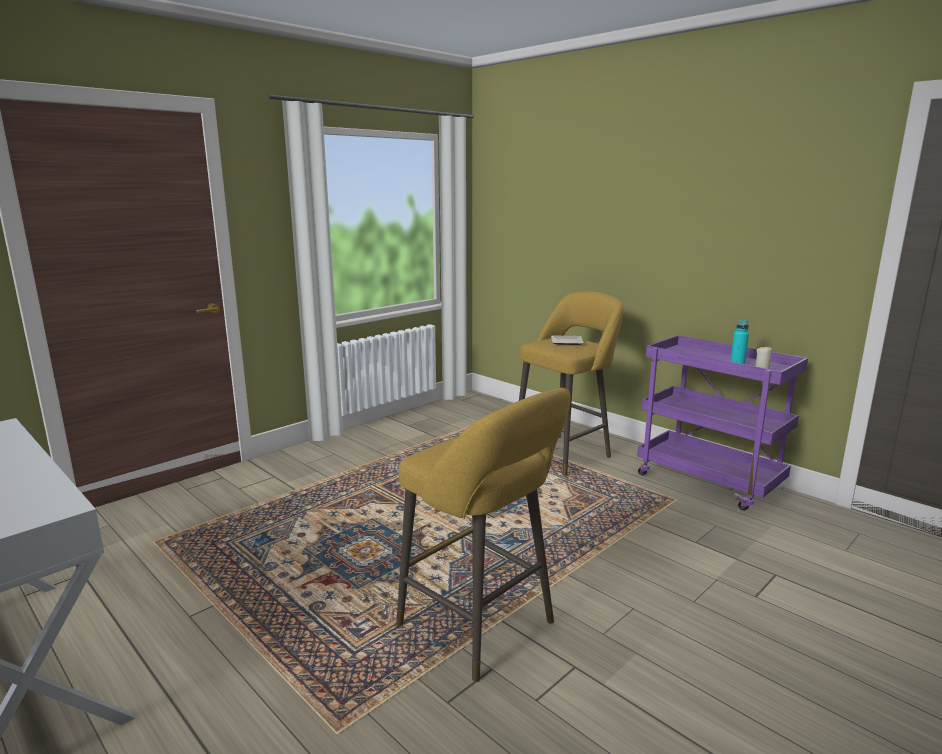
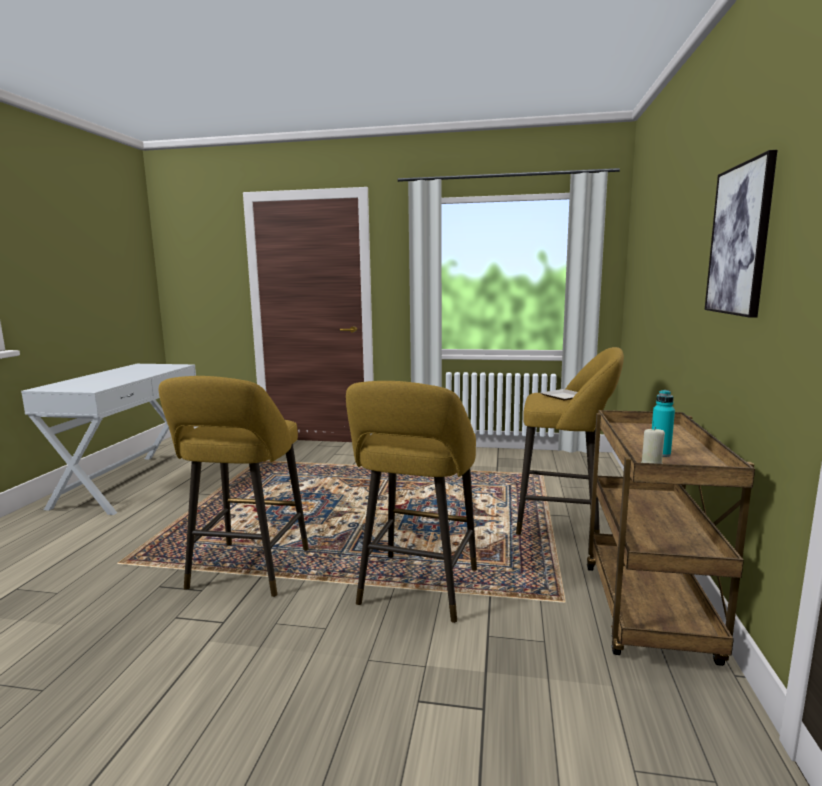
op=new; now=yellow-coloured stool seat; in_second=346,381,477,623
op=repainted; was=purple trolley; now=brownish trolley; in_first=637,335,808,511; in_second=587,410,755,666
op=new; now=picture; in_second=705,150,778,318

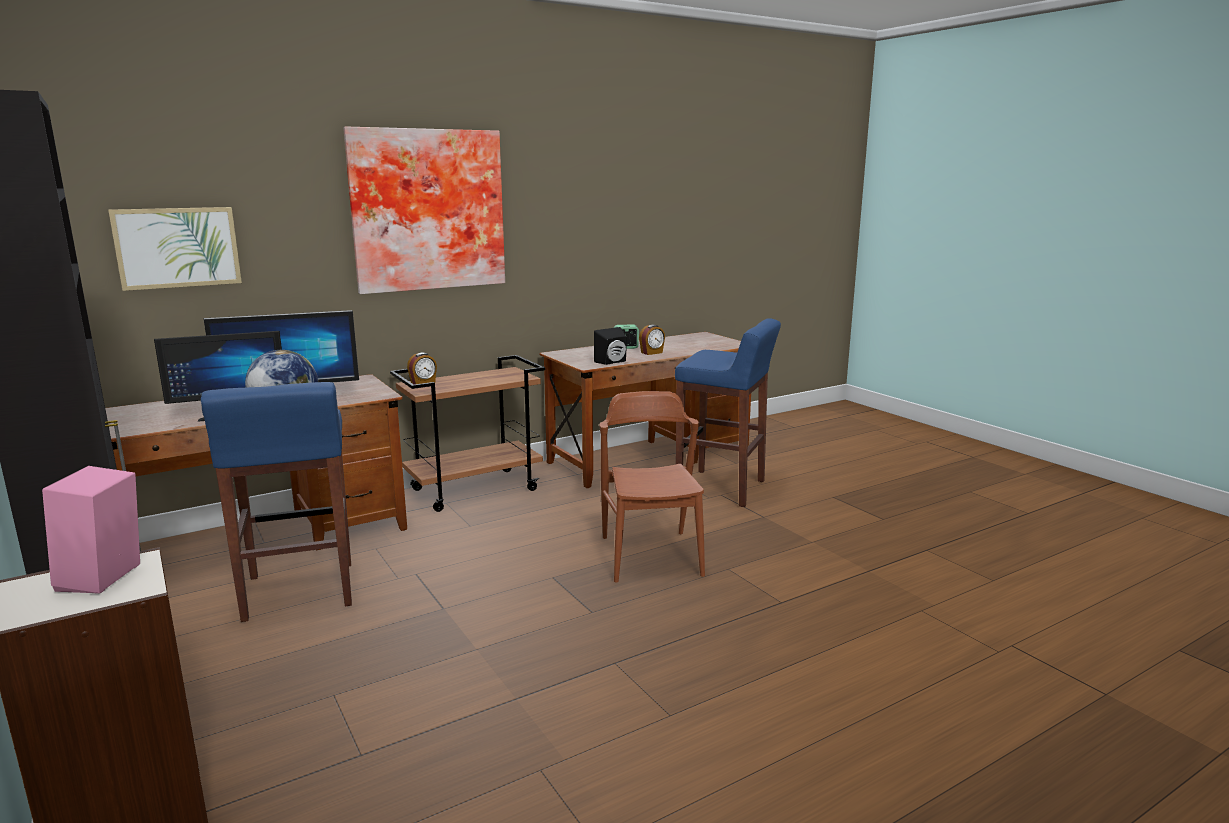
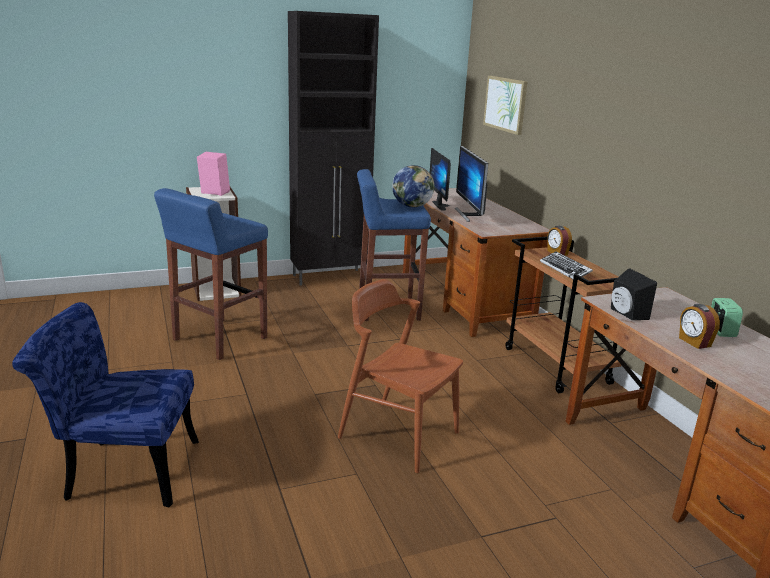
op=new; now=blue plain chair; in_second=12,302,199,507
op=shifted; was=blue stool seat; in_first=675,318,781,507; in_second=154,188,268,360
op=rotated; was=brownish plain chair; in_first=599,391,705,583; in_second=338,279,463,473; clockwise=-150
op=new; now=computer keyboard; in_second=540,251,593,279
op=gone; was=picture; in_first=343,126,505,294

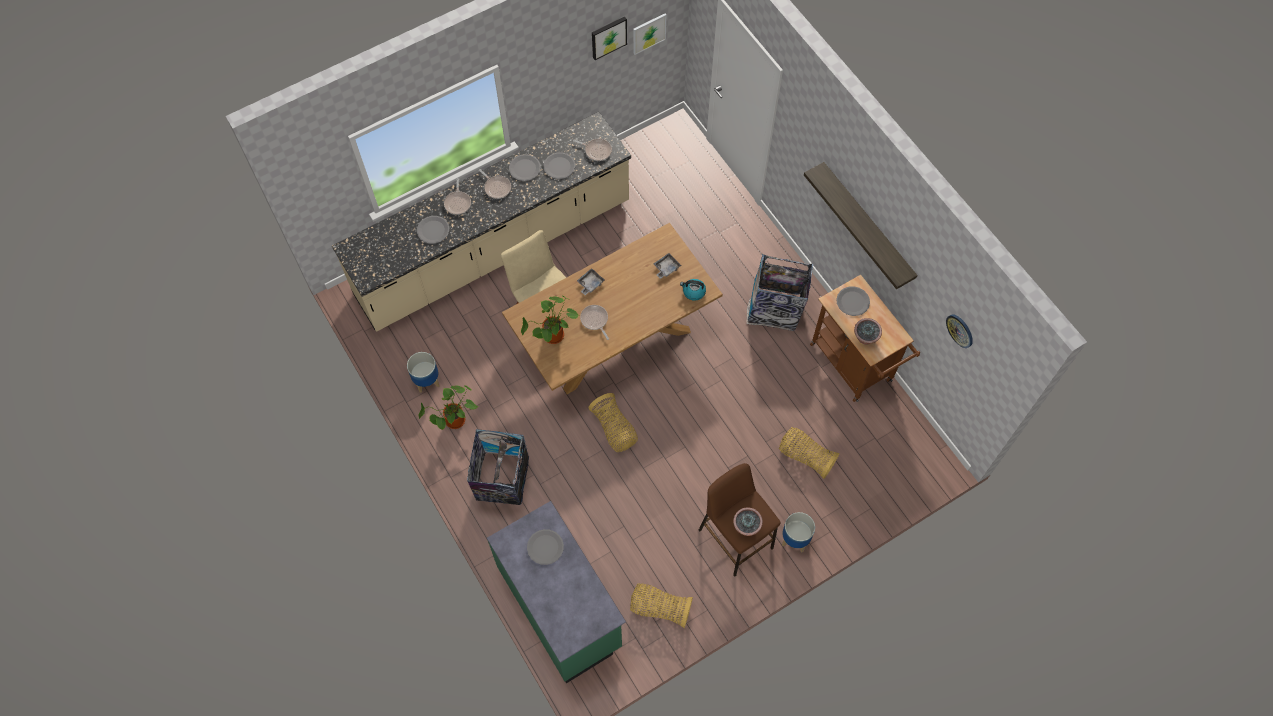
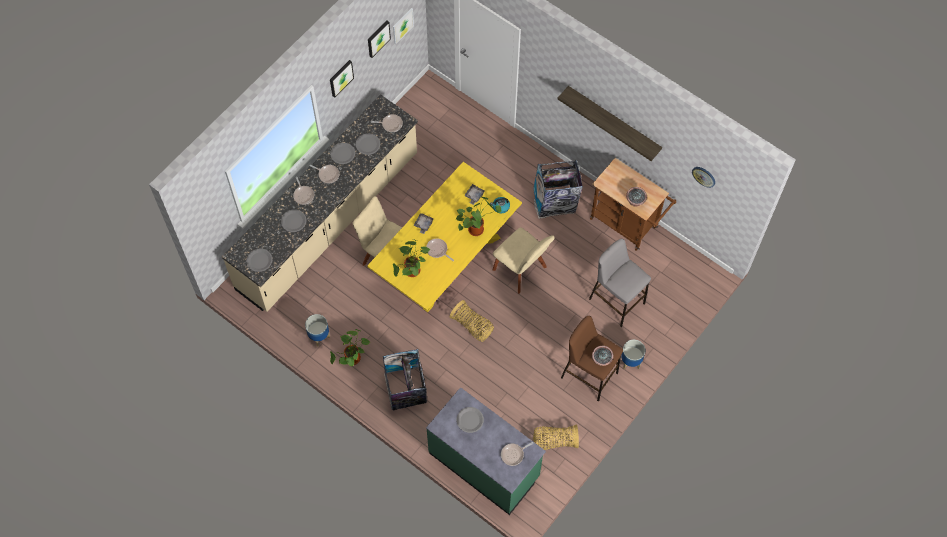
op=shifted; was=grey dinner plate; in_first=836,286,870,316; in_second=247,249,272,272
op=new; now=picture; in_second=330,60,354,98
op=repainted; was=brownish kitchen table; now=yellow-coloured kitchen table; in_first=502,223,723,394; in_second=367,162,522,312
op=new; now=potted plant; in_second=456,196,501,236
op=new; now=beige plain chair; in_second=492,228,554,294
op=new; now=pan; in_second=501,442,533,466
op=swapped; was=basket; now=grey stool seat; in_first=779,427,840,479; in_second=589,239,651,327

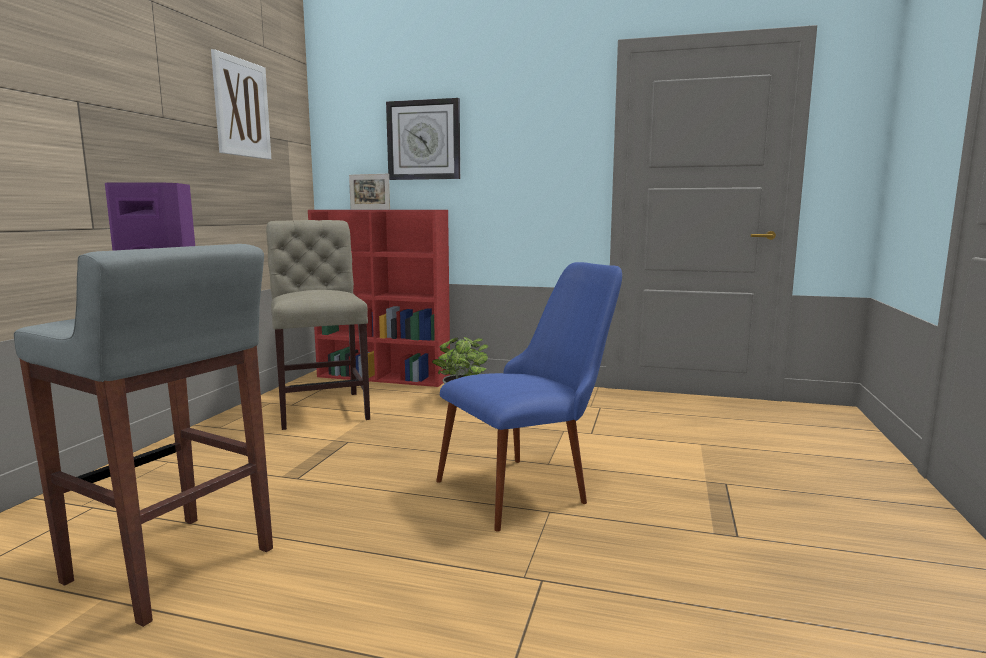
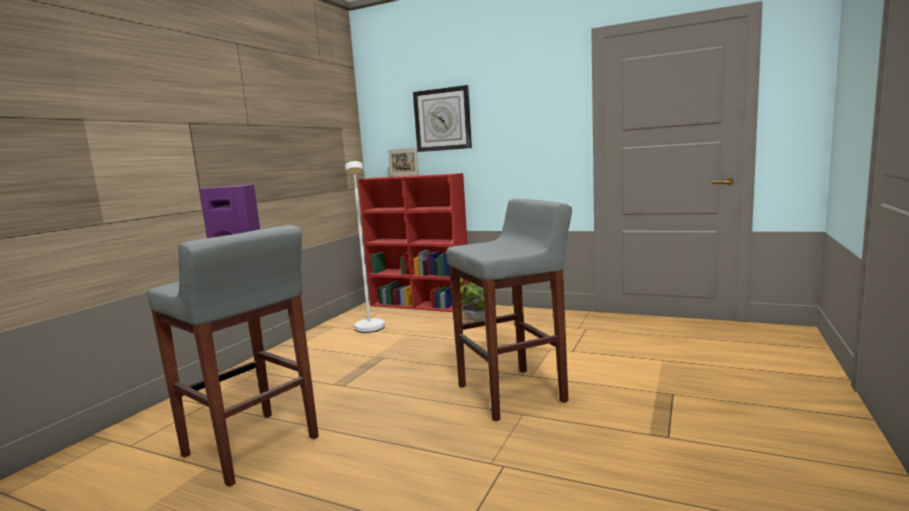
op=swapped; was=beige plain chair; now=white standing lamp; in_first=266,220,370,430; in_second=345,161,385,333
op=swapped; was=blue plain chair; now=grey stool seat; in_first=436,262,622,532; in_second=446,199,572,421
op=gone; was=picture; in_first=211,49,271,159

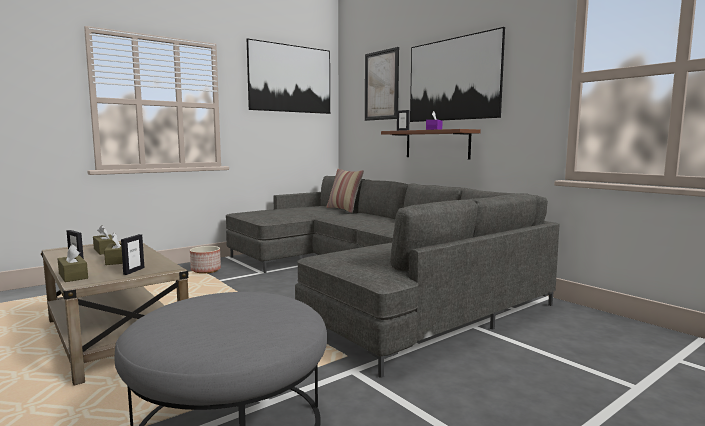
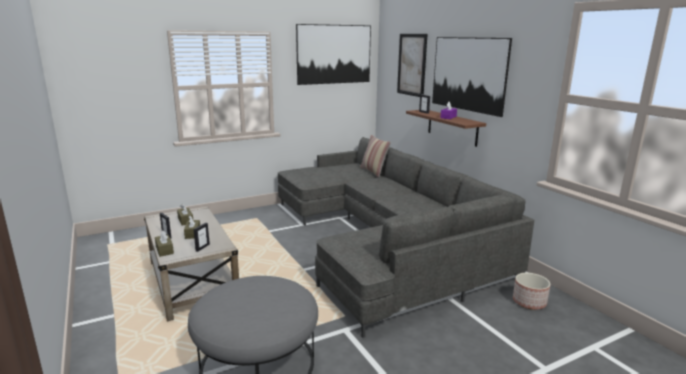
op=shifted; was=flower pot; in_first=190,246,221,273; in_second=513,273,550,310

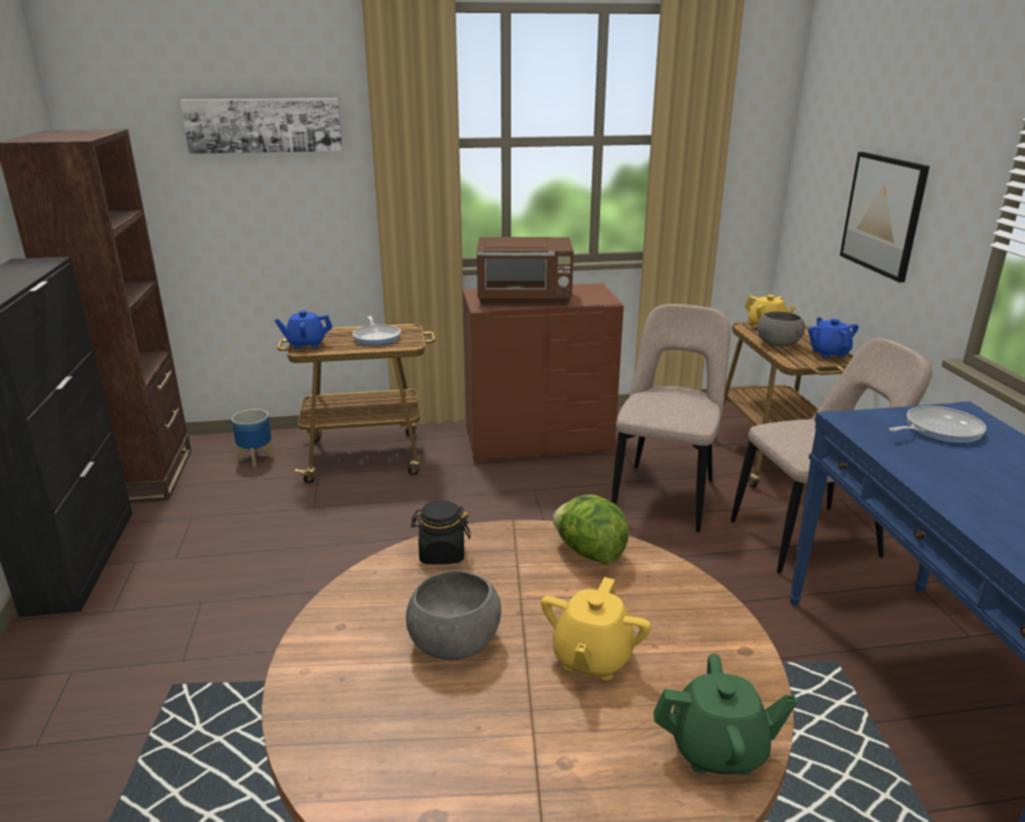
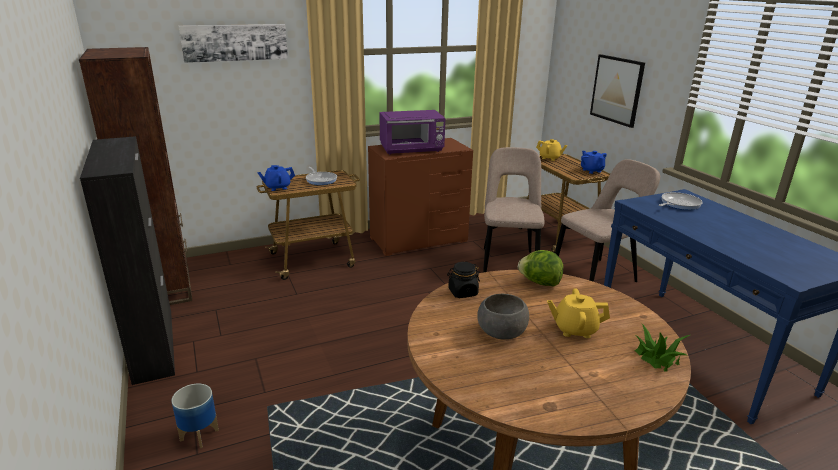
op=shifted; was=flower pot; in_first=231,409,274,467; in_second=171,384,219,448
op=repainted; was=brownish microwave; now=purple microwave; in_first=476,237,574,305; in_second=379,110,445,155
op=rotated; was=yellow-coloured tea pot; in_first=541,577,651,680; in_second=547,288,610,338; clockwise=90
op=swapped; was=green-coloured tea pot; now=potted plant; in_first=653,654,798,775; in_second=635,324,690,372
op=gone; was=grey serving bowl; in_first=757,311,805,347

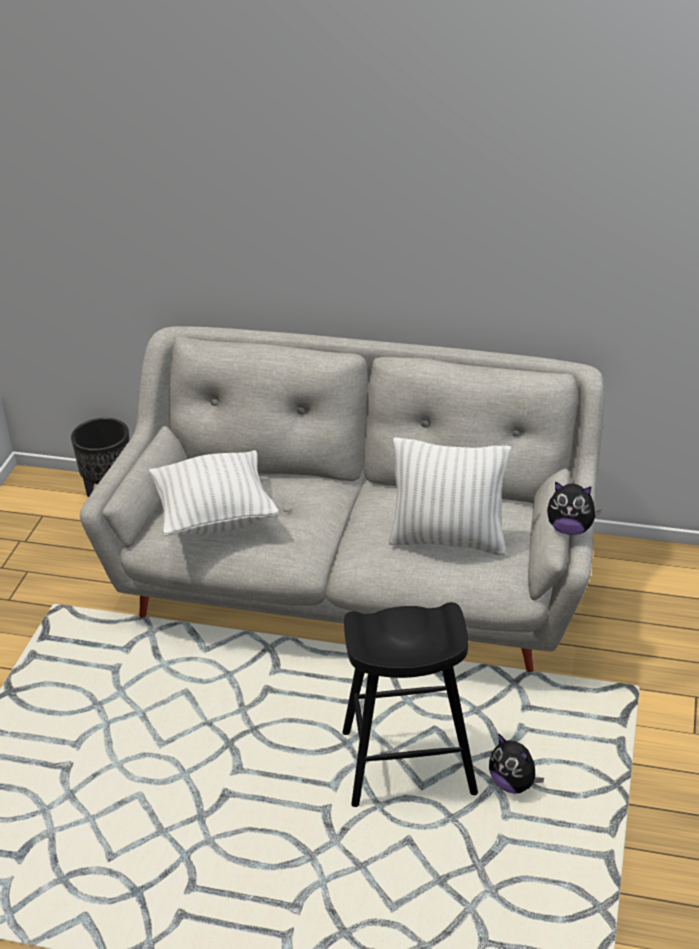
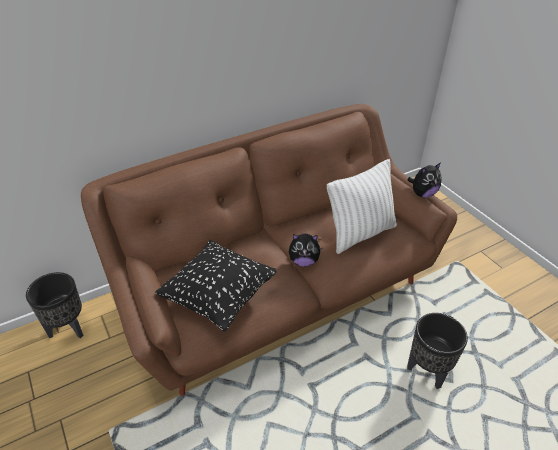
op=repainted; was=grey couch; now=brownish couch; in_first=80,326,605,672; in_second=81,104,457,396
op=repainted; was=white pillow; now=black-coloured pillow; in_first=149,450,279,536; in_second=155,240,277,331
op=shifted; was=soft toy; in_first=489,733,544,794; in_second=289,234,323,267
op=swapped; was=black-coloured stool seat; now=black-coloured flower pot; in_first=342,602,478,807; in_second=407,313,468,389

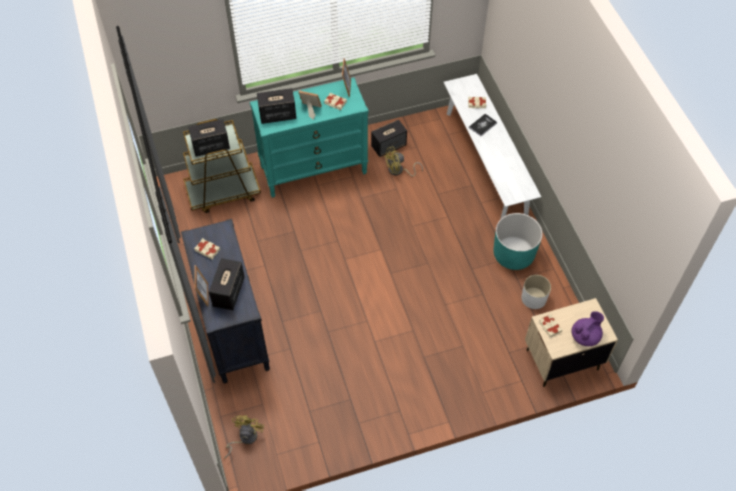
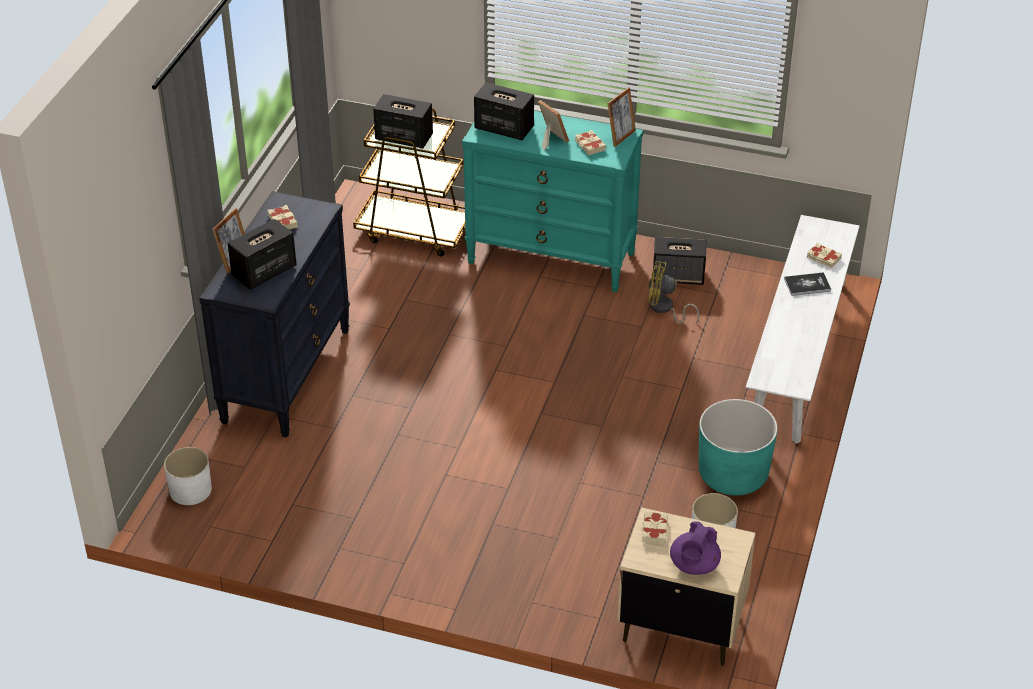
op=swapped; was=yellow-coloured electric fan; now=white flower pot; in_first=224,415,264,459; in_second=164,447,212,505
op=rotated; was=purple tea pot; in_first=571,311,604,346; in_second=670,521,721,575; clockwise=120

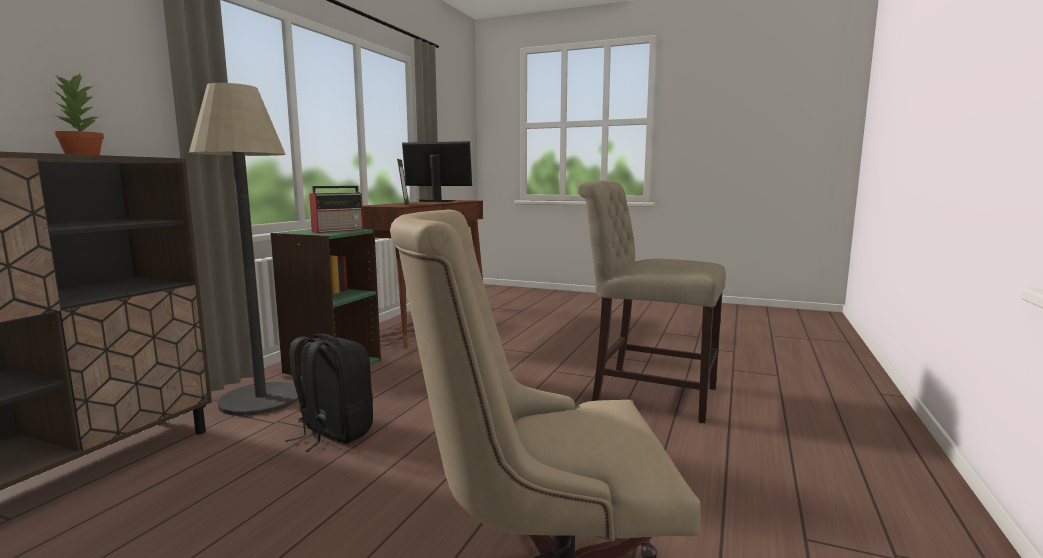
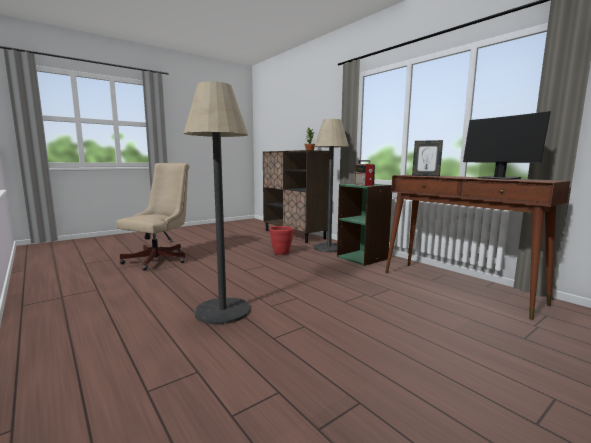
op=swapped; was=beige plain chair; now=standing lamp; in_first=578,180,726,423; in_second=183,81,250,325
op=swapped; was=black-coloured knapsack; now=reddish flower pot; in_first=285,334,373,452; in_second=270,226,294,255
op=rotated; was=computer display; in_first=402,141,472,202; in_second=463,111,551,180; clockwise=105

